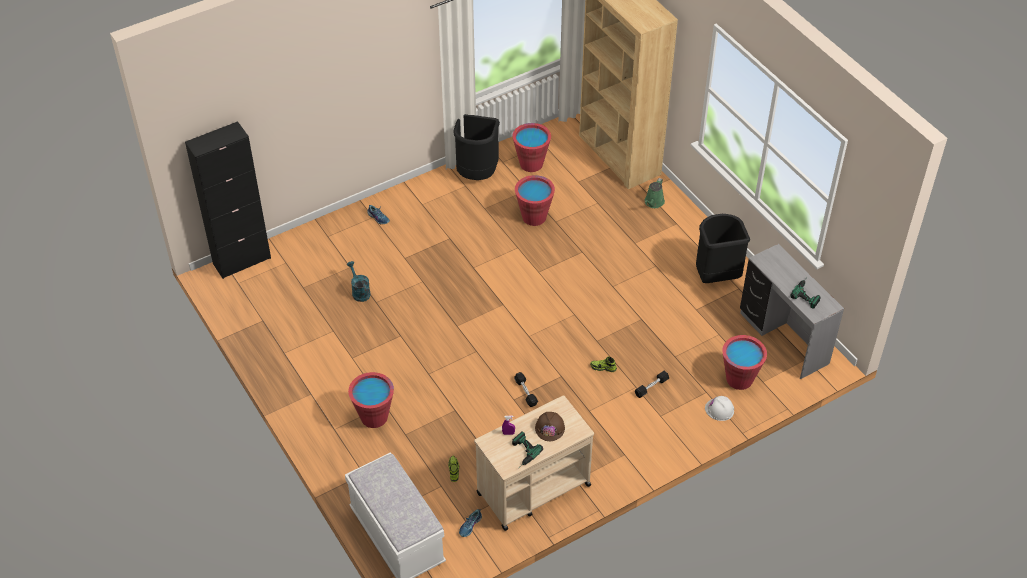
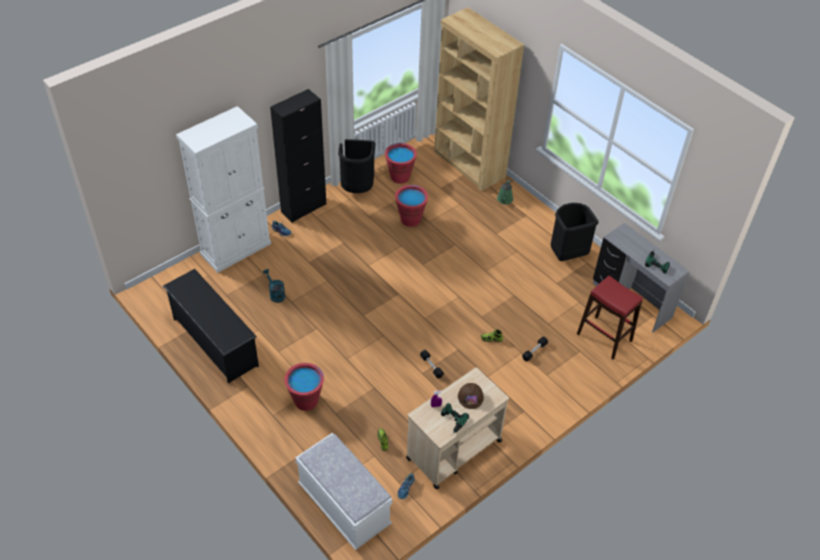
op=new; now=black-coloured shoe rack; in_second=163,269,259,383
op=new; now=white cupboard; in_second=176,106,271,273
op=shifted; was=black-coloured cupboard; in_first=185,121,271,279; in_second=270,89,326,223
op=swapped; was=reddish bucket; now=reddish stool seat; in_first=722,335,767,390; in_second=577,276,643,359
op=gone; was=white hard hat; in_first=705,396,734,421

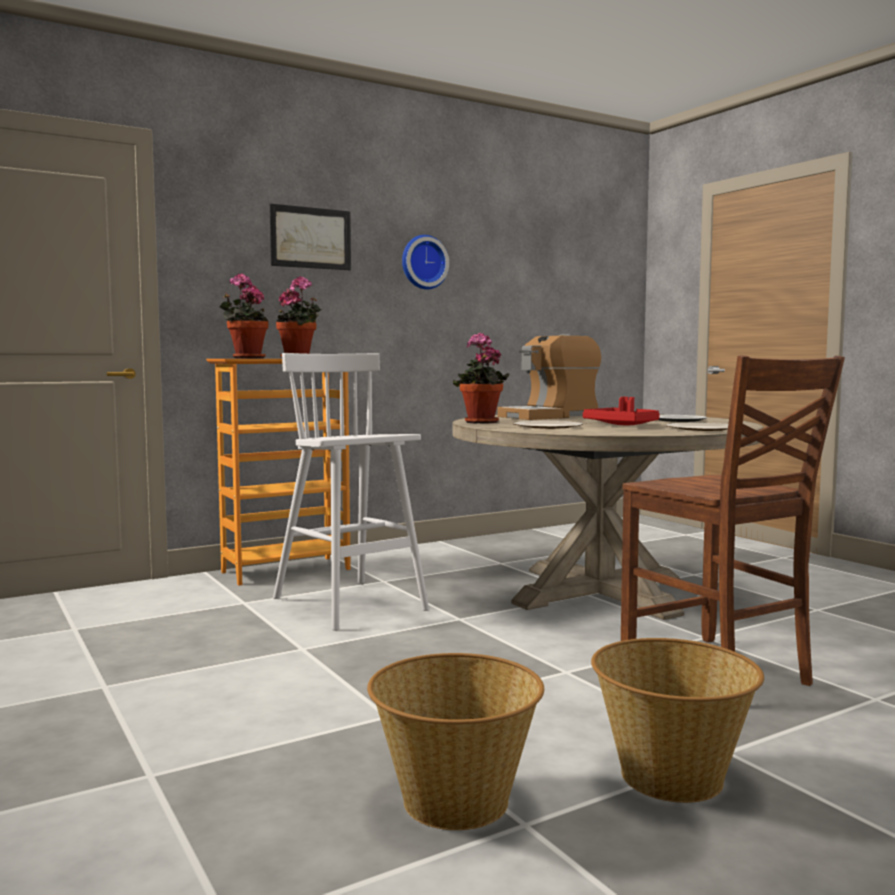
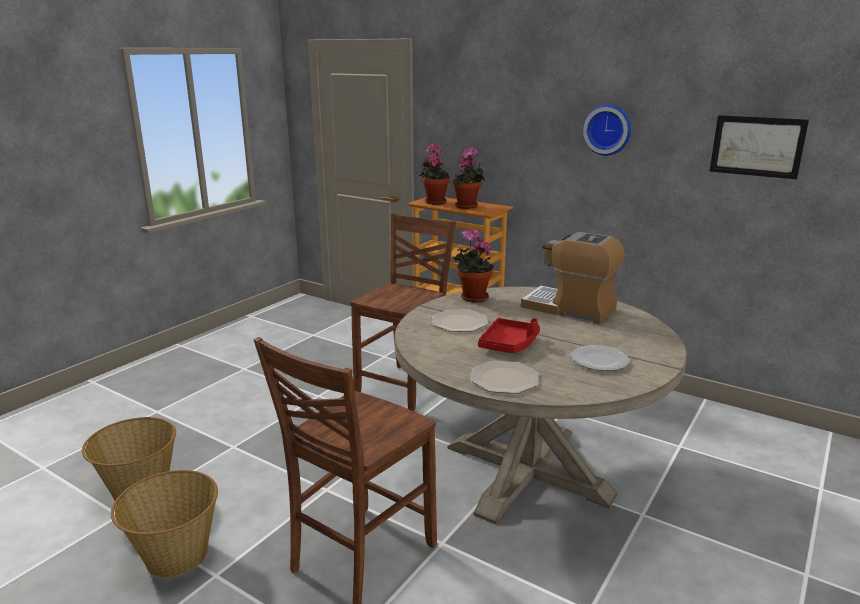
op=swapped; was=white stool seat; now=brownish plain chair; in_first=273,353,429,631; in_second=350,213,456,411
op=shifted; was=picture; in_first=270,204,351,270; in_second=710,115,809,179

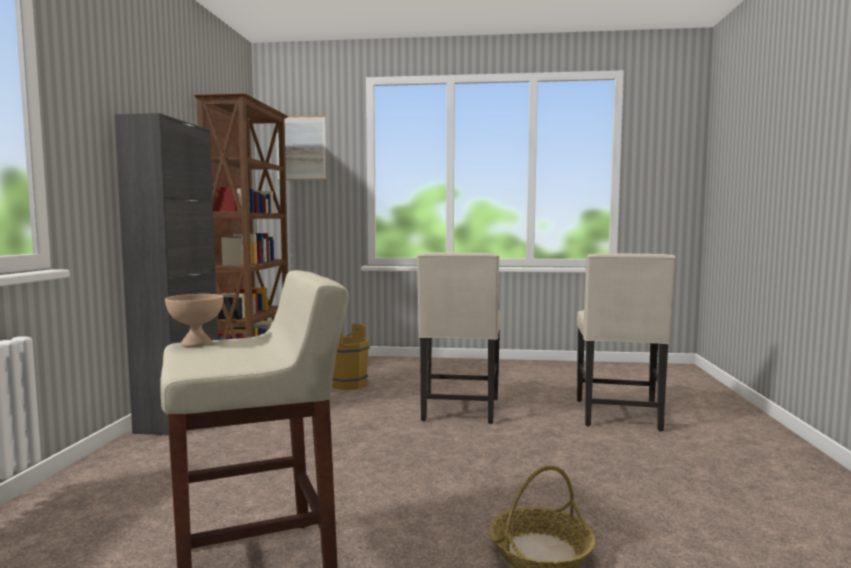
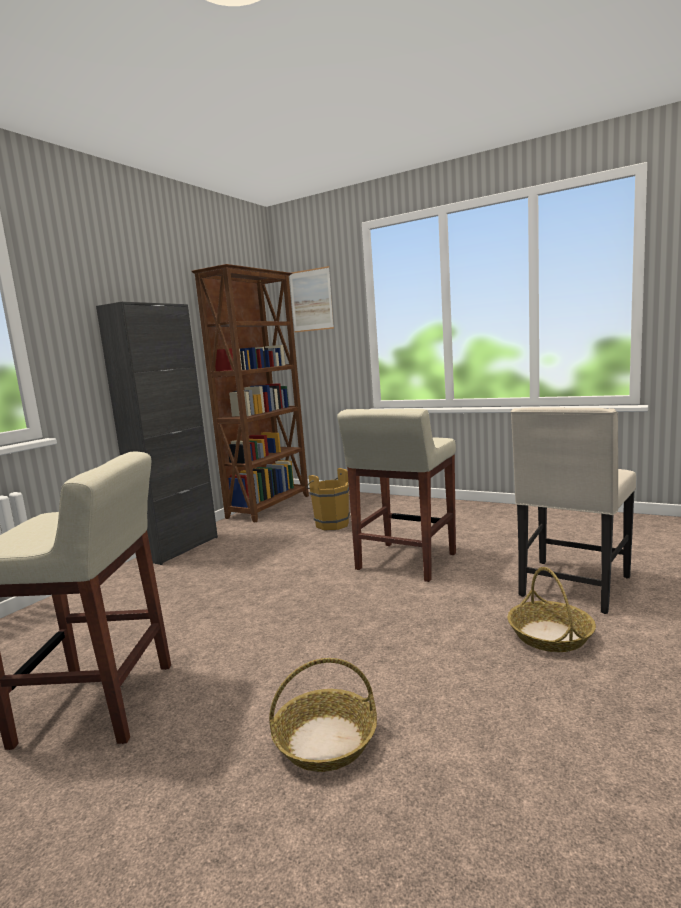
op=swapped; was=beige plain chair; now=beige stool seat; in_first=417,252,501,424; in_second=337,409,456,582
op=new; now=basket; in_second=508,567,596,652
op=gone; was=beige serving bowl; in_first=165,294,223,347

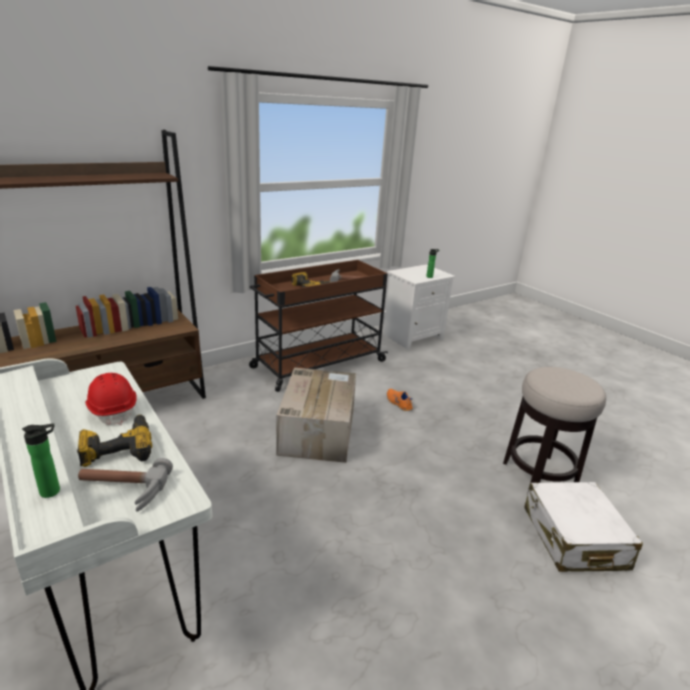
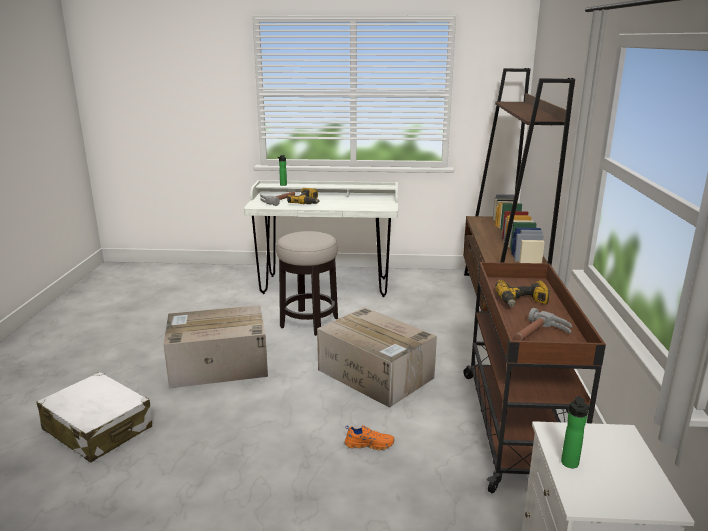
op=new; now=packing box; in_second=163,305,268,388
op=shifted; was=stool seat; in_first=503,367,606,494; in_second=276,231,338,336
op=gone; was=reddish hard hat; in_first=85,373,137,425

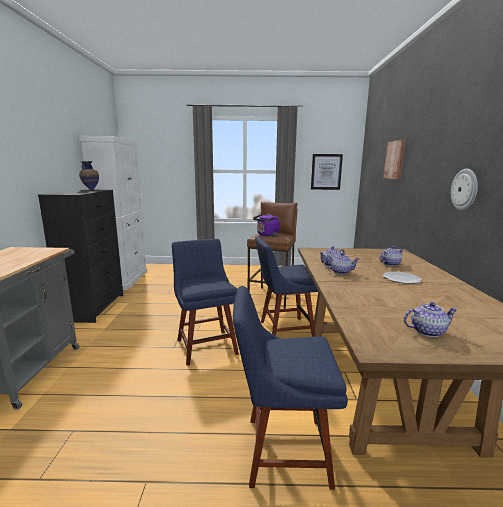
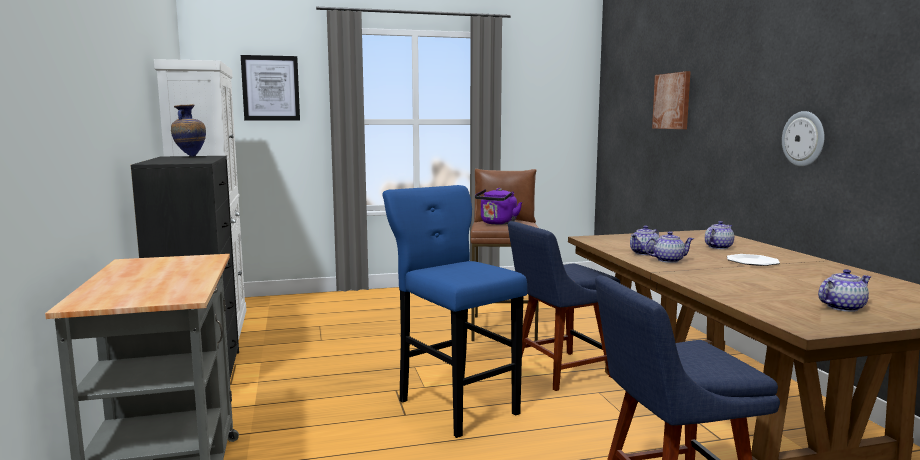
op=shifted; was=picture; in_first=311,154,343,190; in_second=241,55,300,121
op=swapped; was=blue plain chair; now=blue stool seat; in_first=172,239,239,366; in_second=382,185,527,438

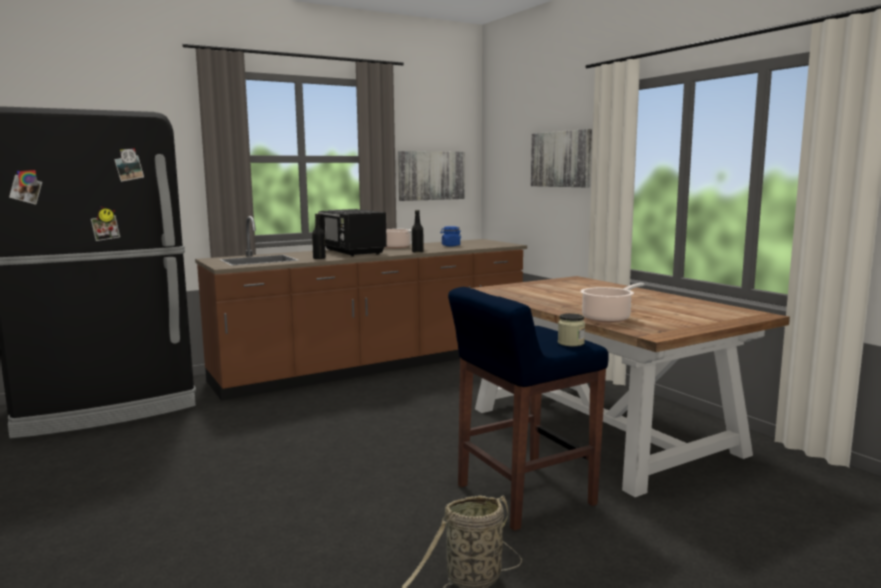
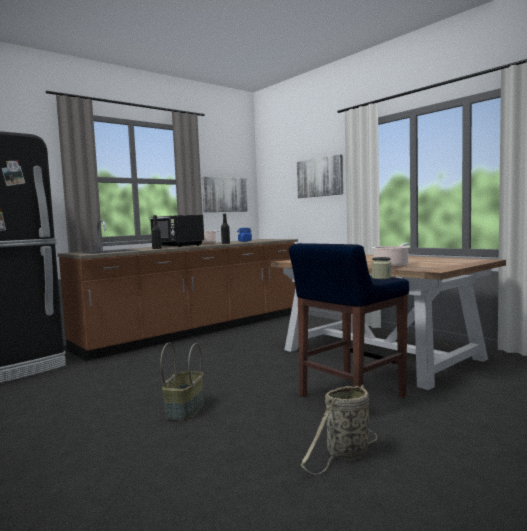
op=new; now=basket; in_second=160,342,204,420

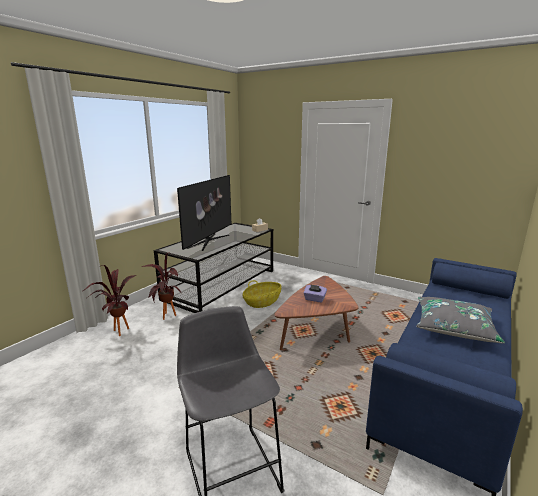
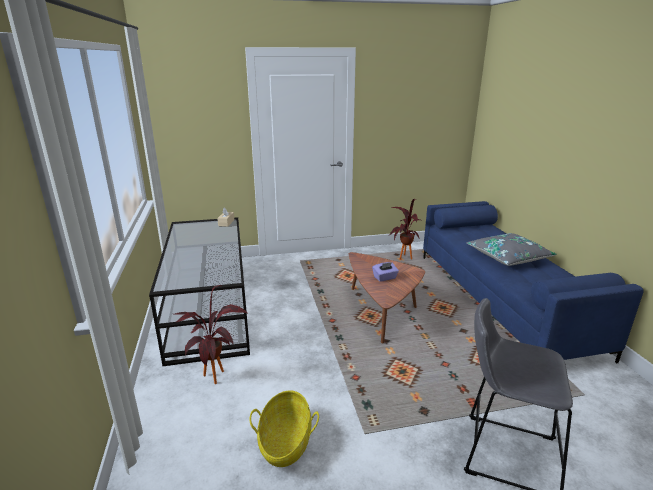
op=shifted; was=basket; in_first=243,280,281,308; in_second=249,390,319,467
op=shifted; was=potted plant; in_first=83,265,137,336; in_second=390,199,420,259
op=gone; was=television; in_first=177,175,231,251

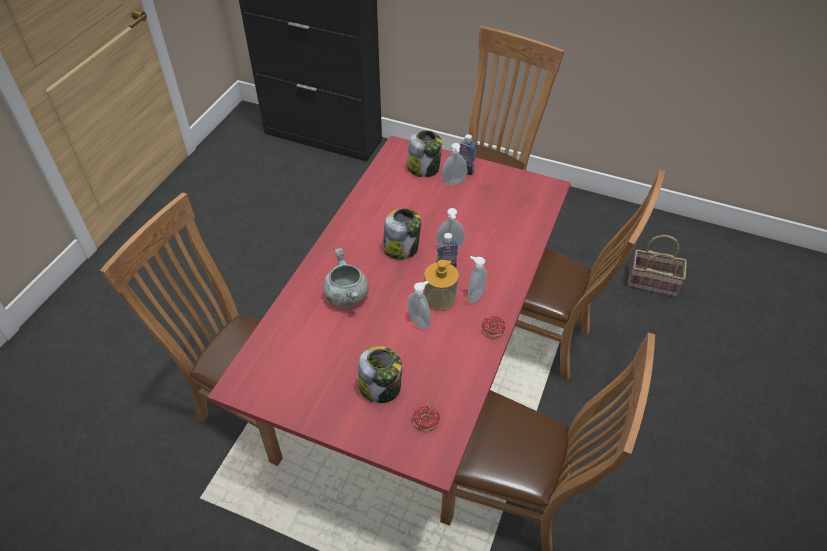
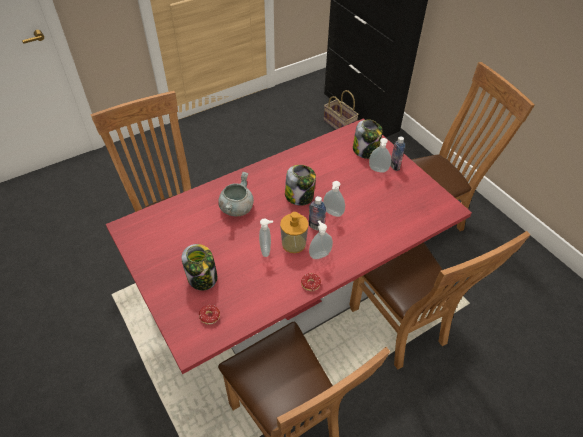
op=shifted; was=basket; in_first=628,235,687,297; in_second=324,90,359,130

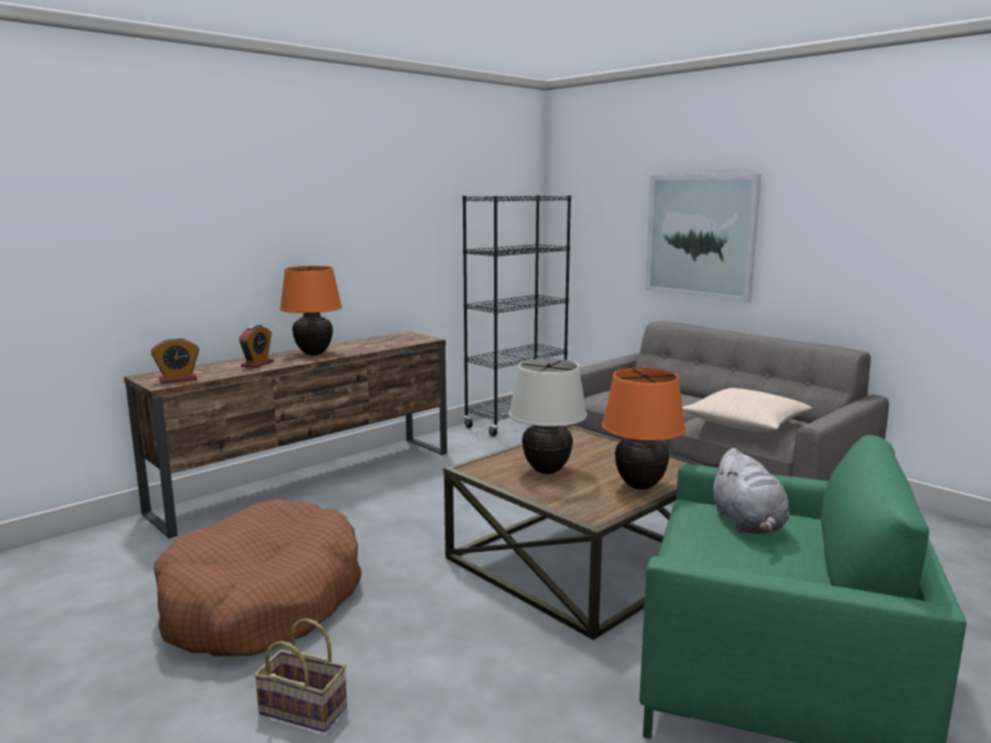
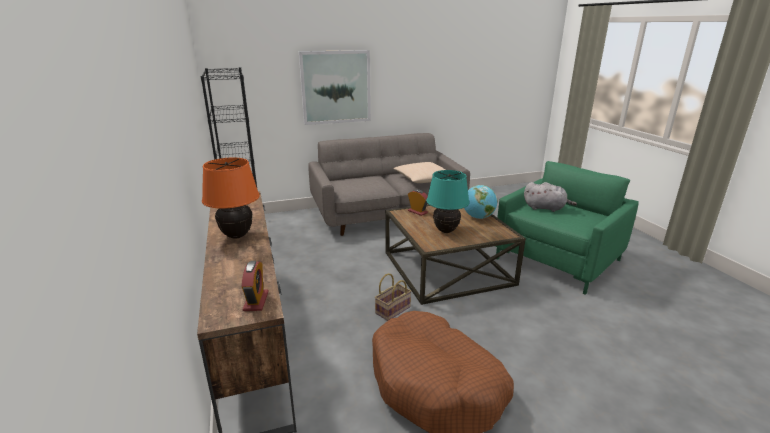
op=shifted; was=basket; in_first=254,618,347,732; in_second=375,273,411,321
op=shifted; was=bedside clock; in_first=239,325,274,368; in_second=408,189,428,216
op=repainted; was=beige table lamp; now=turquoise table lamp; in_first=509,358,587,474; in_second=427,170,470,233
op=swapped; was=orange-coloured table lamp; now=globe; in_first=602,368,686,490; in_second=464,185,498,219

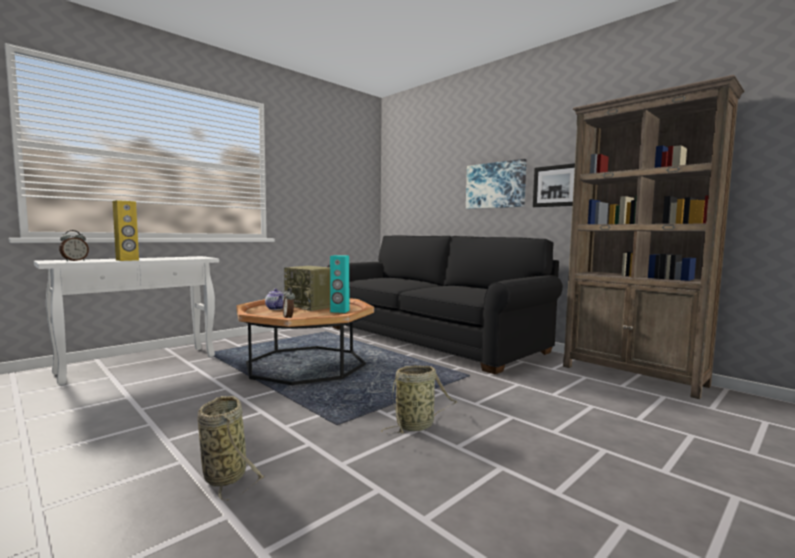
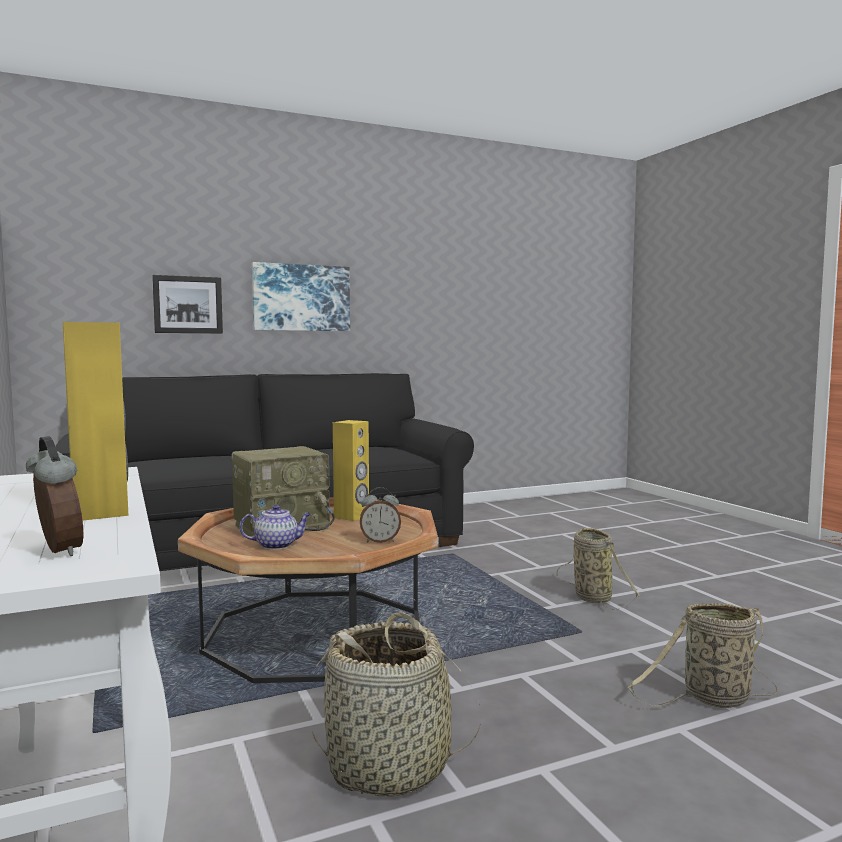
op=shifted; was=picture; in_first=533,163,575,207; in_second=152,275,223,334
op=new; now=basket; in_second=312,612,481,796
op=repainted; was=turquoise loudspeaker; now=yellow-coloured loudspeaker; in_first=330,255,350,313; in_second=333,420,369,521
op=gone; was=brownish bookshelf; in_first=563,75,744,399

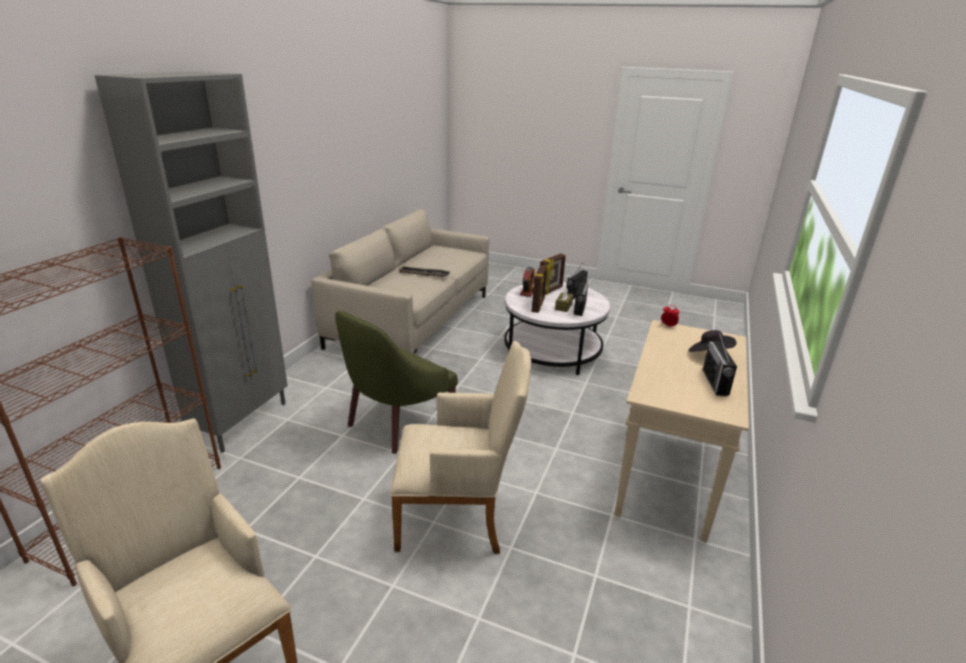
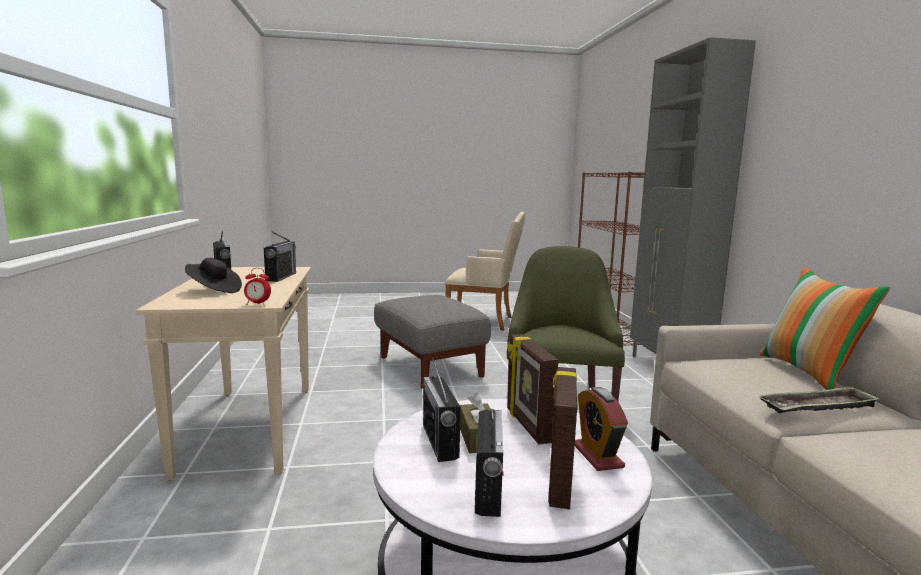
op=new; now=radio receiver; in_second=264,231,296,282
op=swapped; was=beige easy chair; now=grey footrest; in_first=390,341,531,554; in_second=374,295,491,389
op=new; now=pillow; in_second=760,267,890,390

